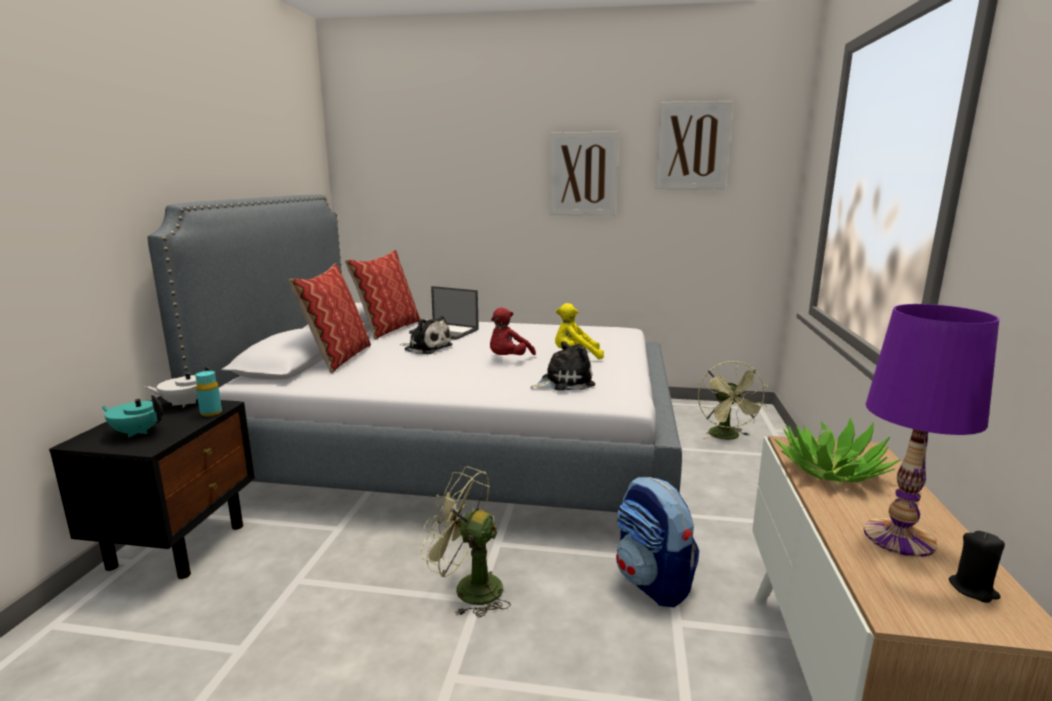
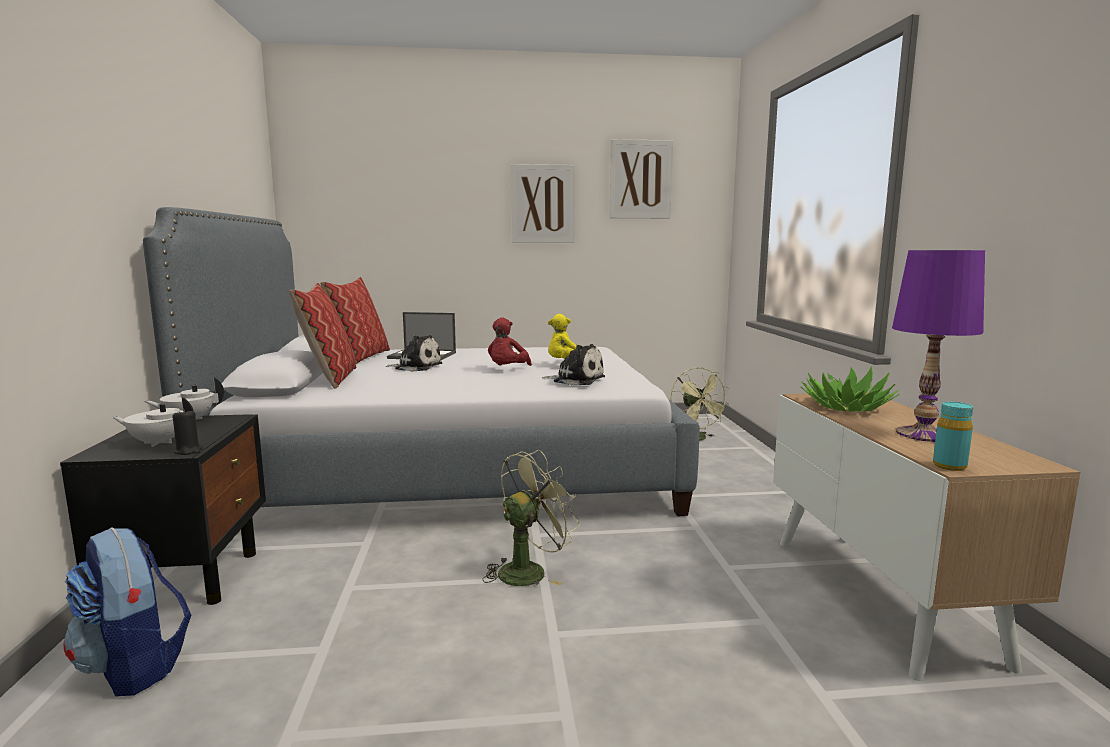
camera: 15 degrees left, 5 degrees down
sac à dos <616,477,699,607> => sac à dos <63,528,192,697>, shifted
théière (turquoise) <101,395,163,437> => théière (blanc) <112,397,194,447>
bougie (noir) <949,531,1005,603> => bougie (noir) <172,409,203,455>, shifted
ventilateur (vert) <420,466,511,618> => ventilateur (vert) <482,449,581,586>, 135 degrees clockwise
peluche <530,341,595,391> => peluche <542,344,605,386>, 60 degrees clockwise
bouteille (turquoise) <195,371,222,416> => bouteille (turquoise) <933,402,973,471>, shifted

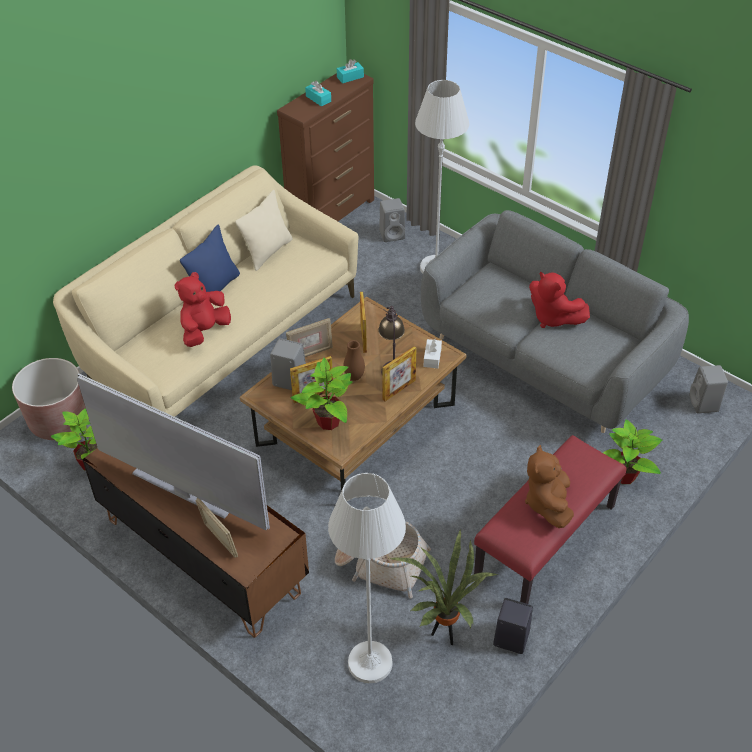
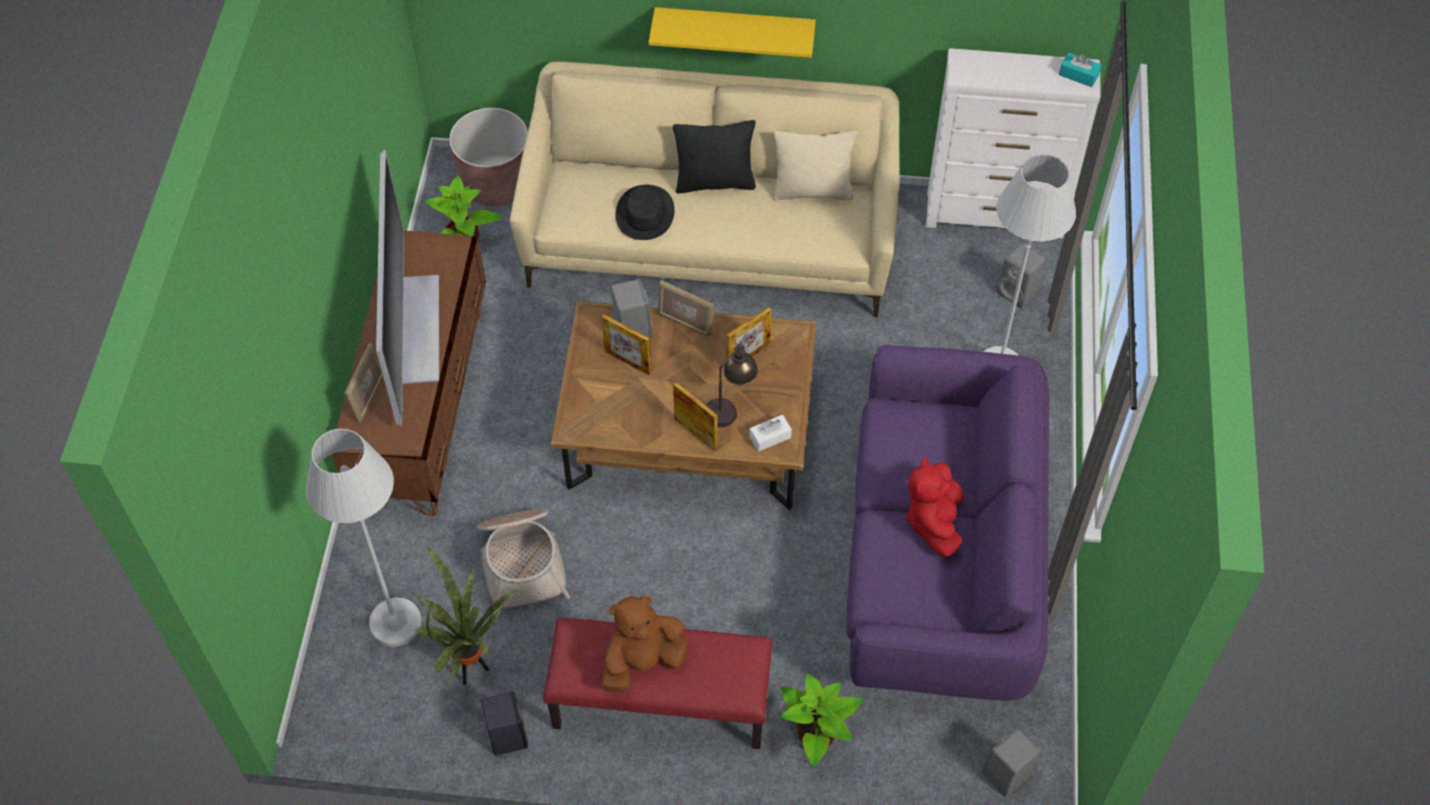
camera: 55 degrees right, 10 degrees up
peluche (rouge) <175,272,231,347> => chapeau (noir) <616,185,675,240>
nothing => étagère (jaune) <649,7,816,58>
coussin (bleu) <180,225,240,292> => coussin (noir) <673,120,756,194>
cadre photo <382,346,417,401> => cadre photo <673,383,718,451>, 150 degrees counterclockwise
canapé (gris) <421,210,689,433> => canapé (violet) <847,345,1049,701>
commode (marron) <277,73,374,221> => commode (blanc) <926,48,1101,238>
plante en pot <291,358,353,430> => nothing
boîte à mouchoirs (turquoise) <305,81,331,106> => nothing
vase (marron) <343,340,365,381> => nothing

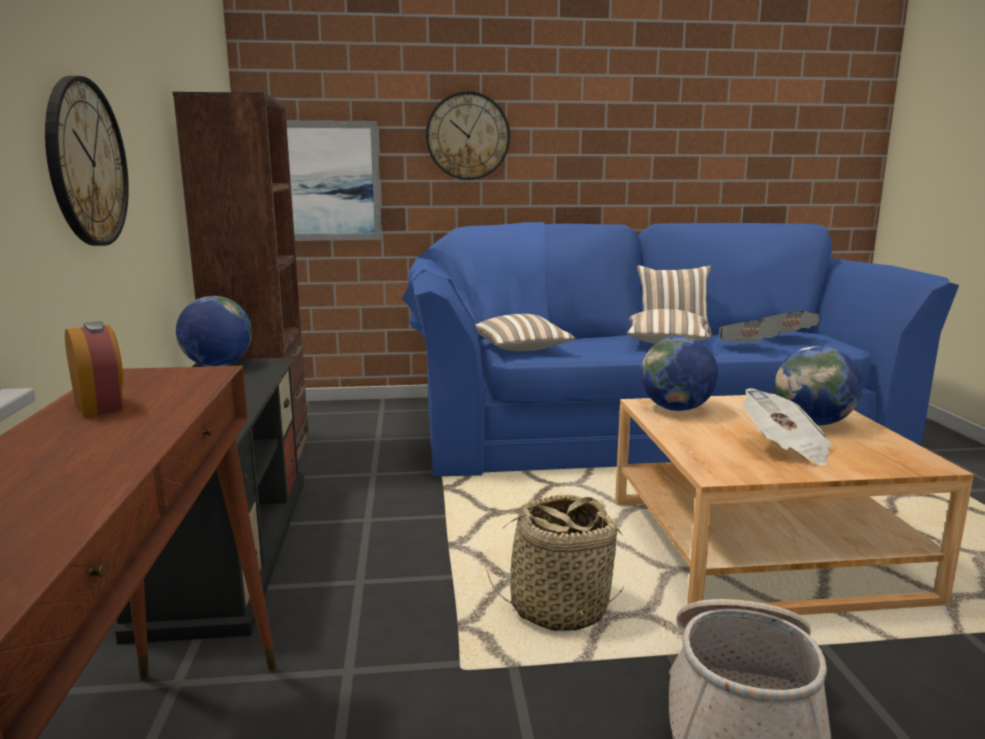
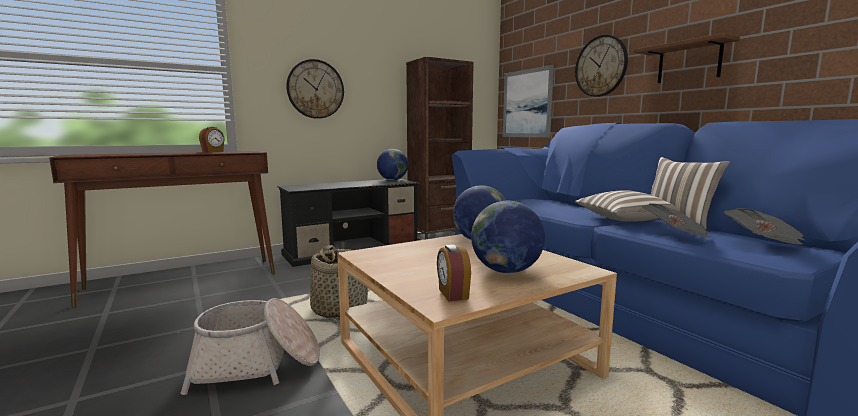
camera: 65 degrees right, 5 degrees down
nothing => réveil <437,244,471,301>
nothing => étagère (marron) <633,33,740,83>
coussin <475,314,575,351> => nothing
journal <743,388,833,466> => nothing

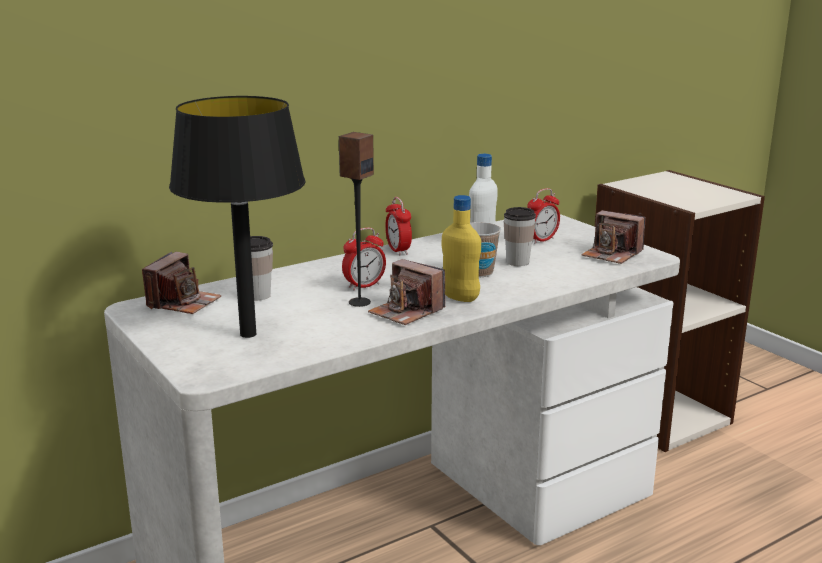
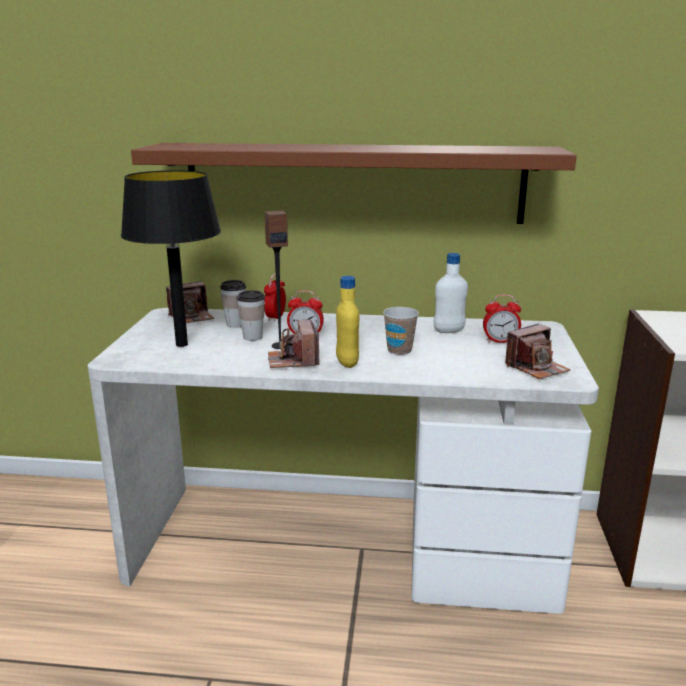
camera: 40 degrees right, 0 degrees up
nothing => étagère (marron) <131,143,577,224>
tasse <504,207,536,266> => tasse <237,291,265,341>, shifted
réveil <385,197,412,255> => réveil <264,274,286,322>, shifted
appareil photo <581,210,646,264> => appareil photo <505,323,571,379>, 105 degrees counterclockwise

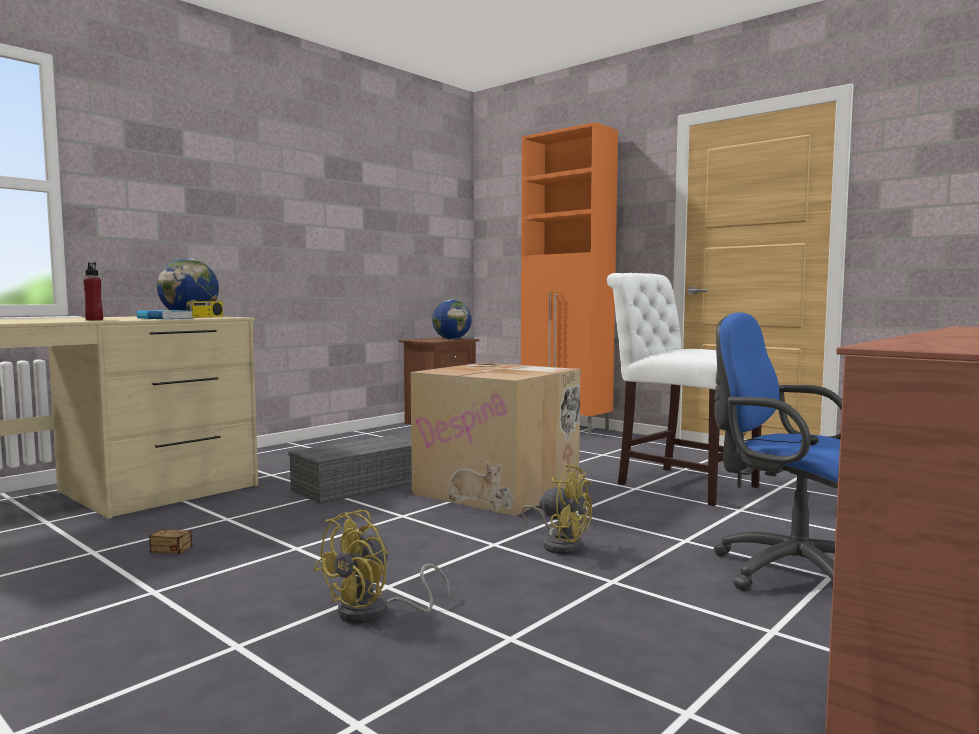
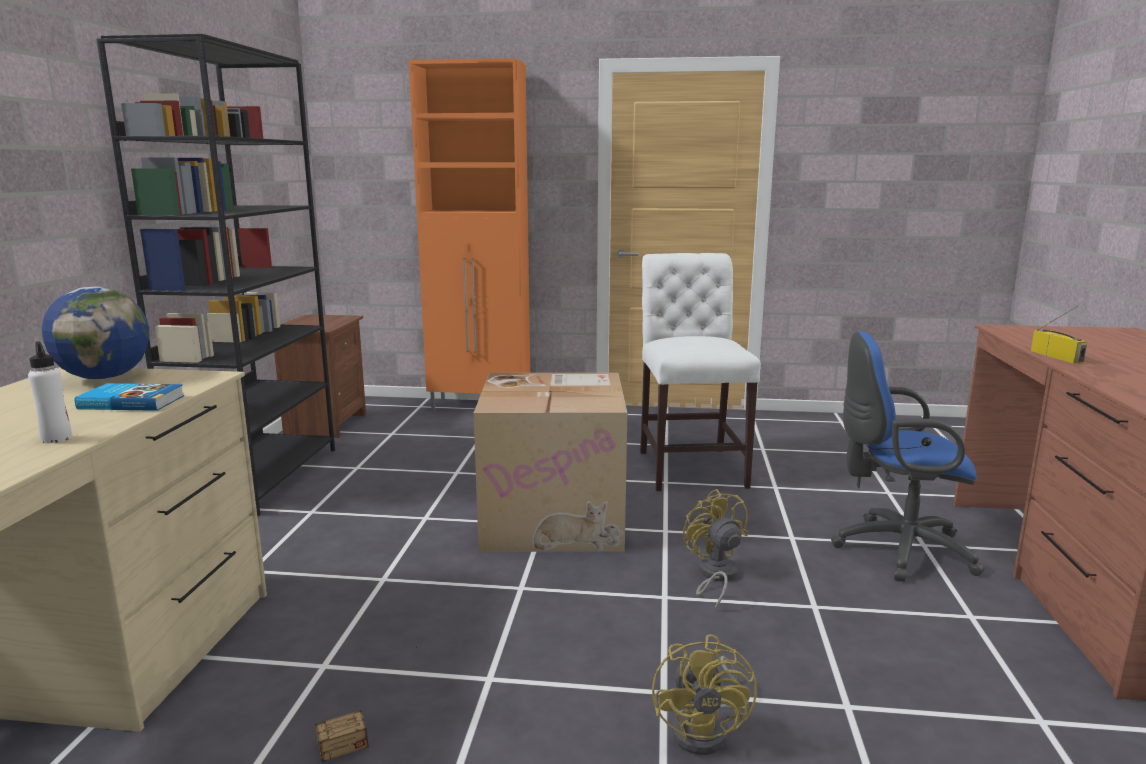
camera: 35 degrees left, 10 degrees up
bouteille (rouge) <83,262,103,321> => bouteille (blanc) <28,341,72,443>
nothing => bibliothèque (noir) <96,34,335,517>
chaise (blanc) <607,273,761,506> => chaise (blanc) <640,253,761,491>, 75 degrees clockwise
ventilateur (jaune) <521,464,592,554> => ventilateur (jaune) <683,489,748,610>, 105 degrees counterclockwise
radio <186,277,223,318> => radio <1031,306,1087,364>, shifted
boîte de rangement (gris) <289,436,412,504> => nothing
globe <432,300,472,339> => nothing

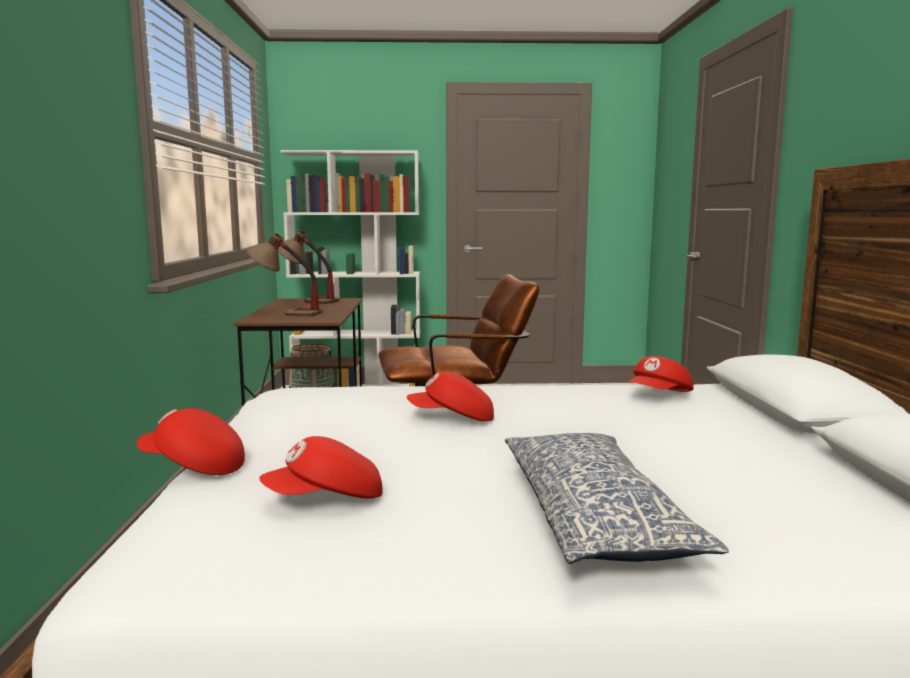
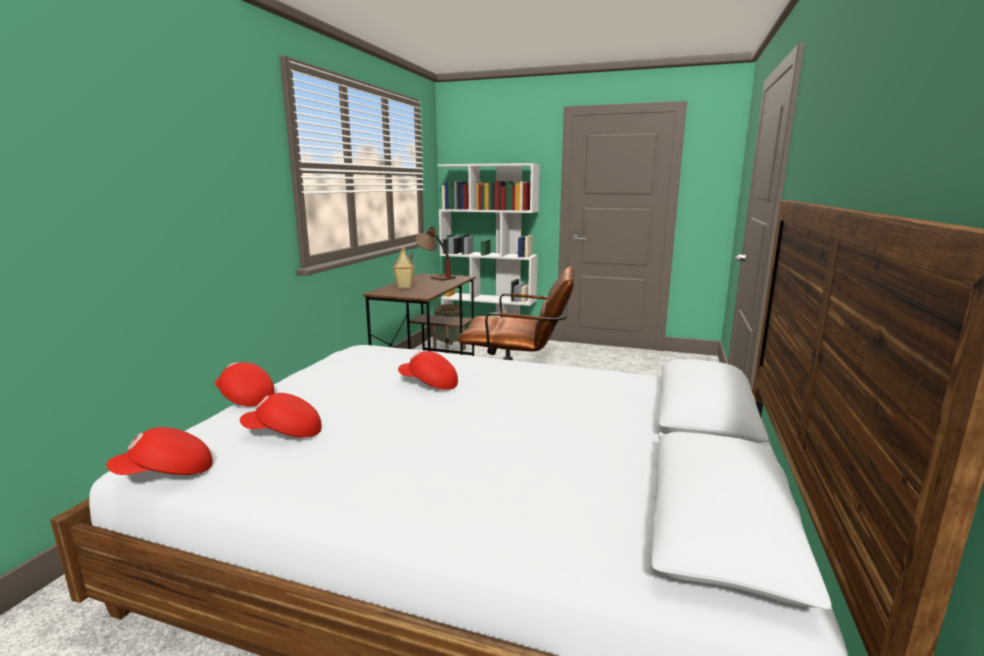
camera: 20 degrees right, 5 degrees up
casquette (rouge) <628,356,694,392> => casquette (rouge) <106,427,213,475>, shifted
lampe de table <246,233,323,316> => maison miniature <391,246,416,289>
coussin <505,433,729,564> => nothing

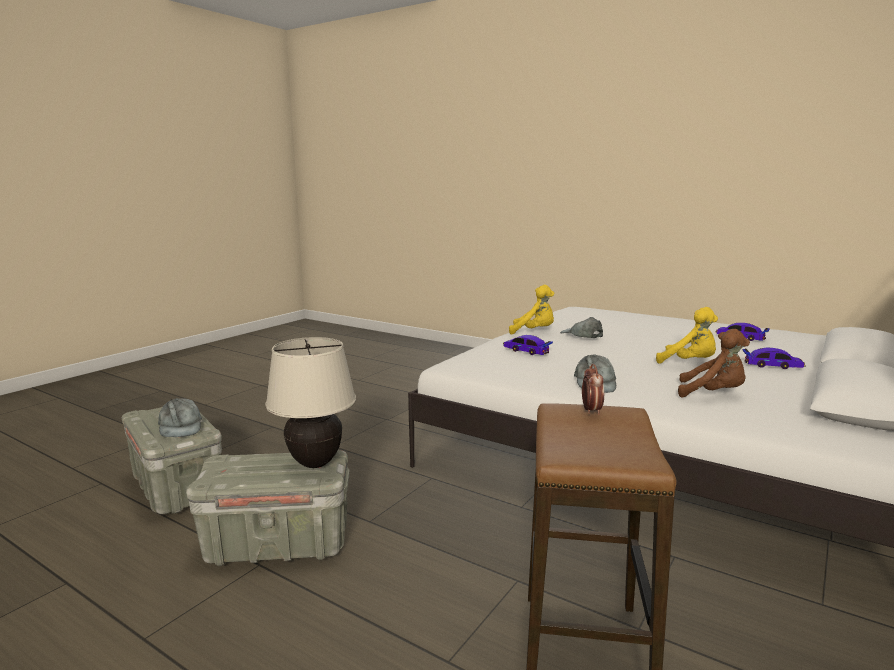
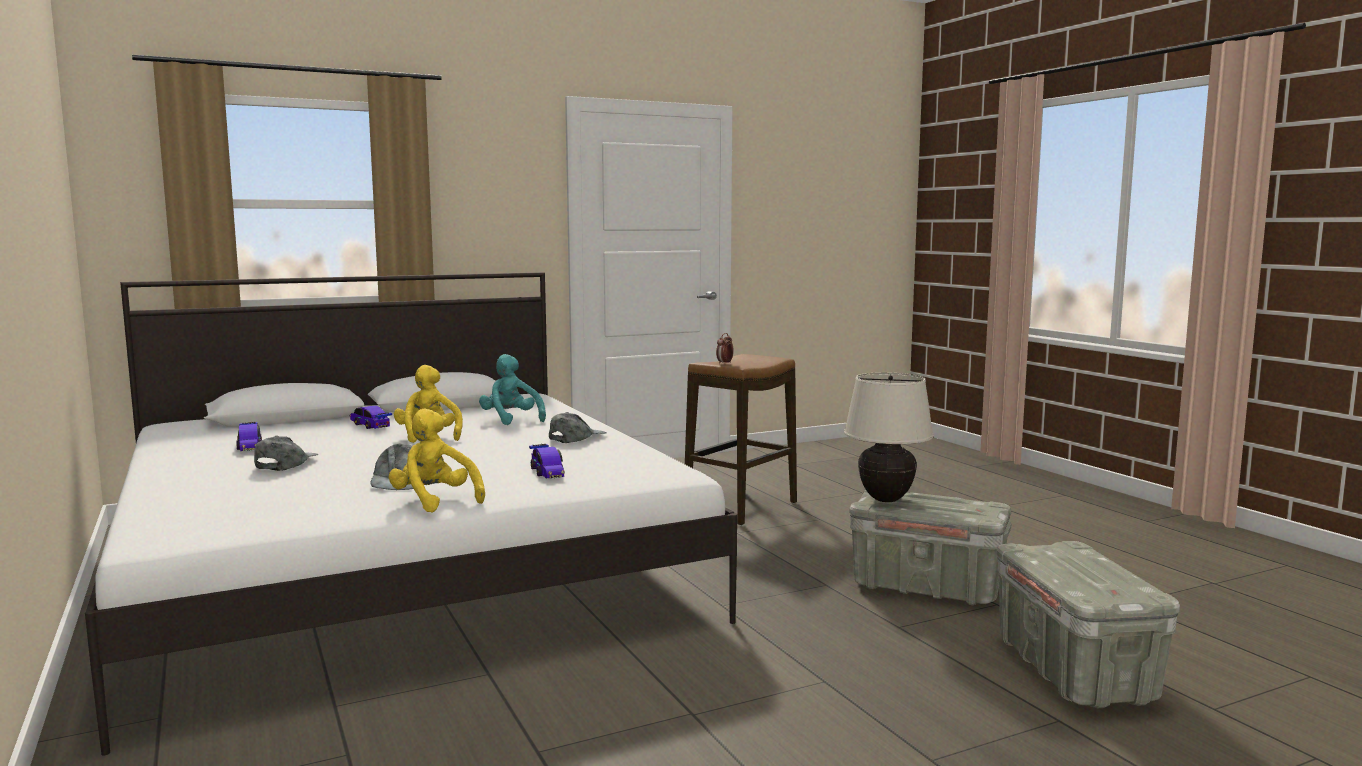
camera: 150 degrees left, 5 degrees down
casquette (gris) <158,398,202,437> => casquette (gris) <254,436,318,471>, shifted
peluche (marron) <678,329,750,397> => peluche (turquoise) <479,354,546,425>

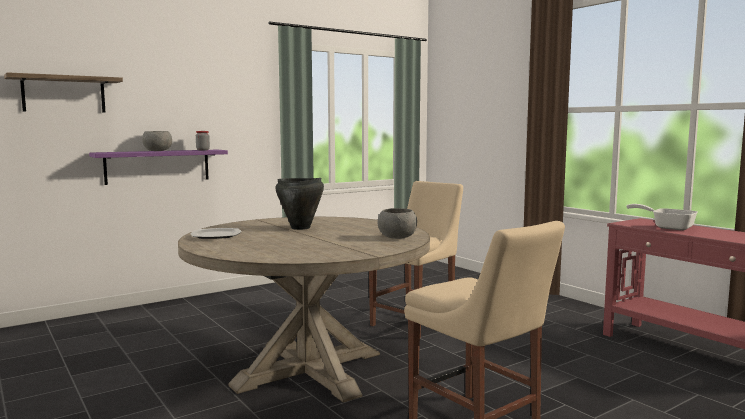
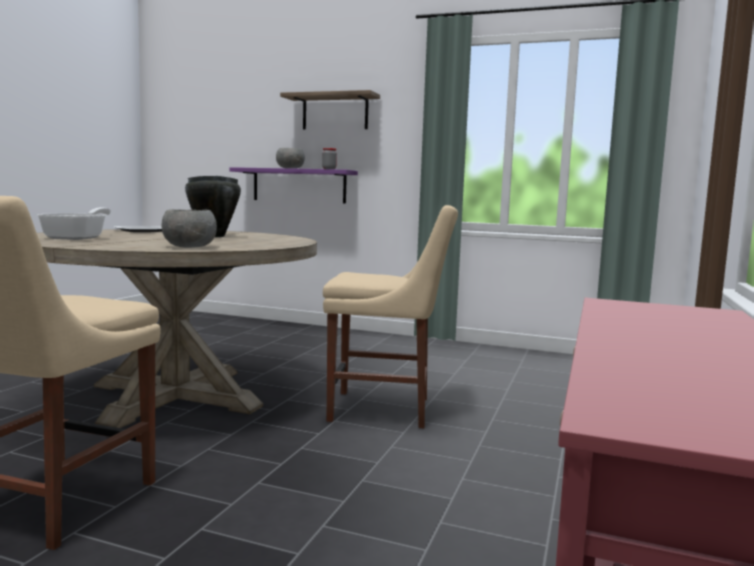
camera: 55 degrees right, 0 degrees up
poêle <626,204,698,230> => poêle <37,208,111,240>, shifted
étagère <4,72,123,112> => étagère <280,90,380,130>, shifted

